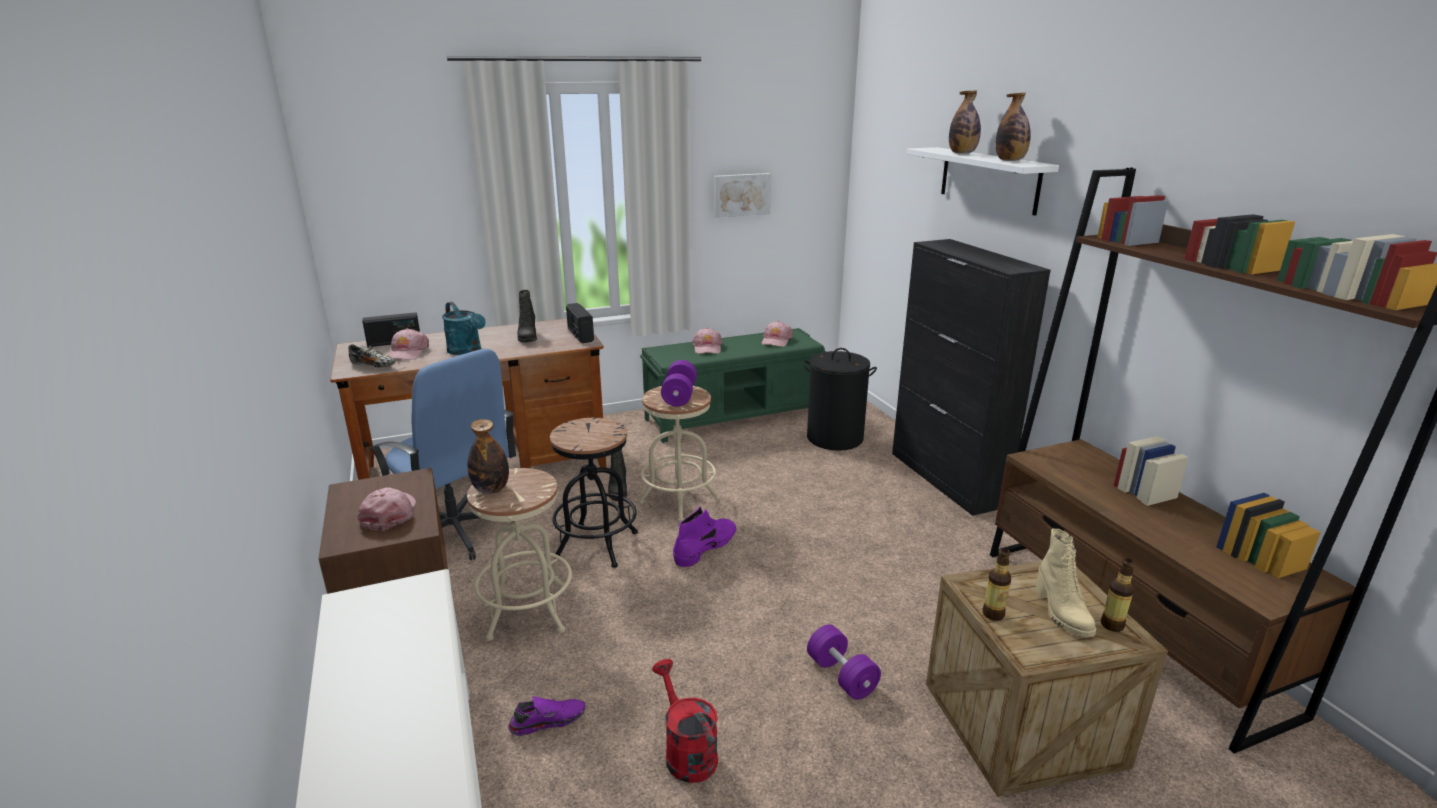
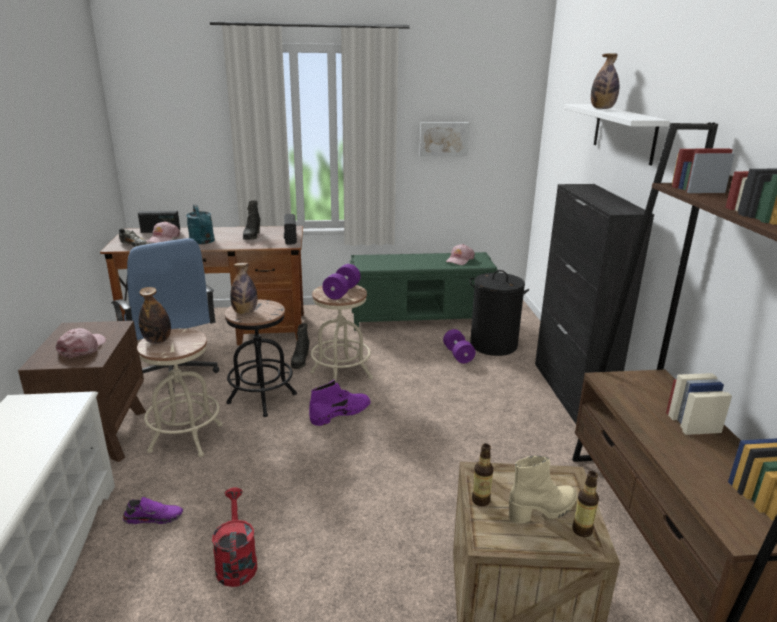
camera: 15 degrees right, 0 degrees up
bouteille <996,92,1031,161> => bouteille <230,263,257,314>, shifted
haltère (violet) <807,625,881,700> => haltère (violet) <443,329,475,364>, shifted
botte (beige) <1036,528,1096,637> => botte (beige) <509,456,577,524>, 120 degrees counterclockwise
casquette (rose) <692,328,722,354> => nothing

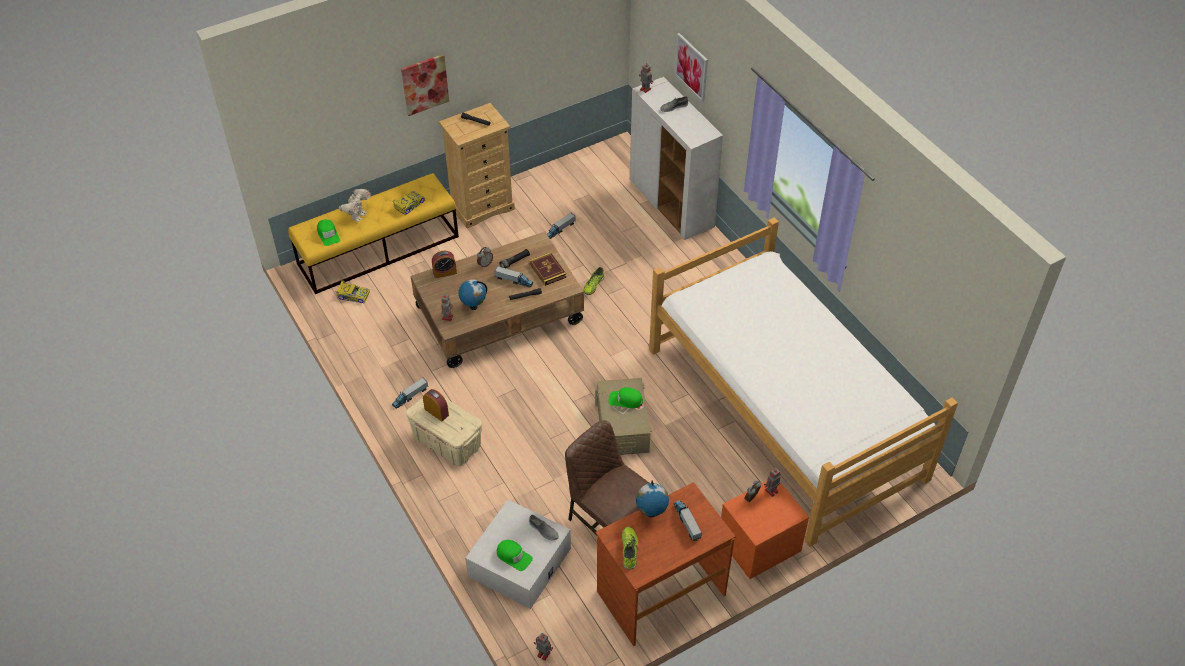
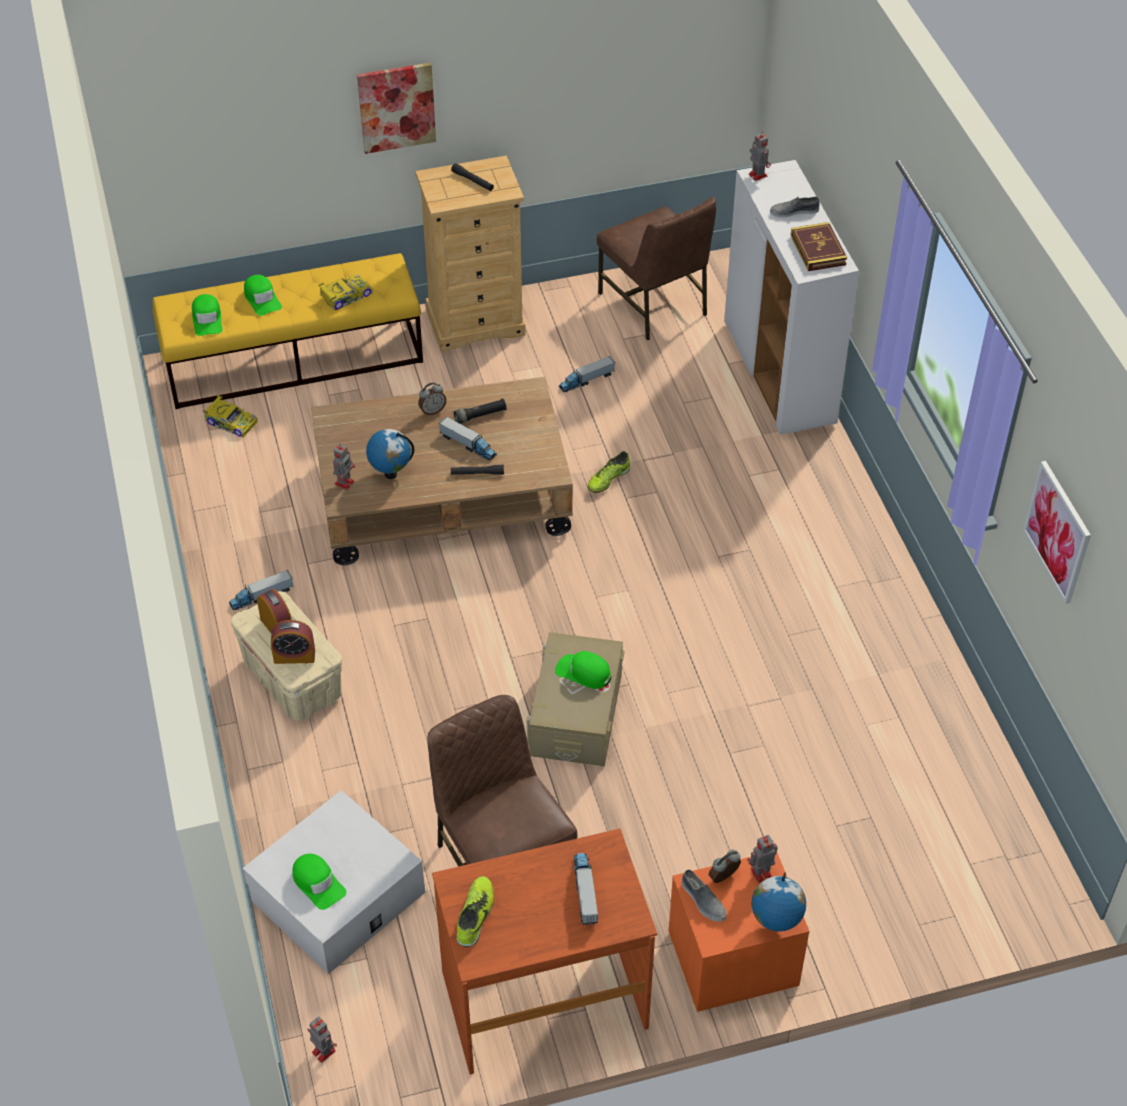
camera: 15 degrees right, 0 degrees up
robot jouet <339,189,371,222> => casquette (vert) <244,275,282,316>
réveil <432,251,457,278> => réveil <271,620,315,664>, shifted
nothing => chaise (marron) <597,197,716,340>
chaussure (gris) <529,515,559,540> => chaussure (gris) <682,869,726,922>, shifted
globe <636,481,669,517> => globe <752,873,806,931>, shifted
livre <529,252,566,286> => livre <790,222,847,271>, shifted
tableau <675,33,708,102> => tableau <1023,461,1091,604>, shifted
lit <649,217,958,547> => nothing

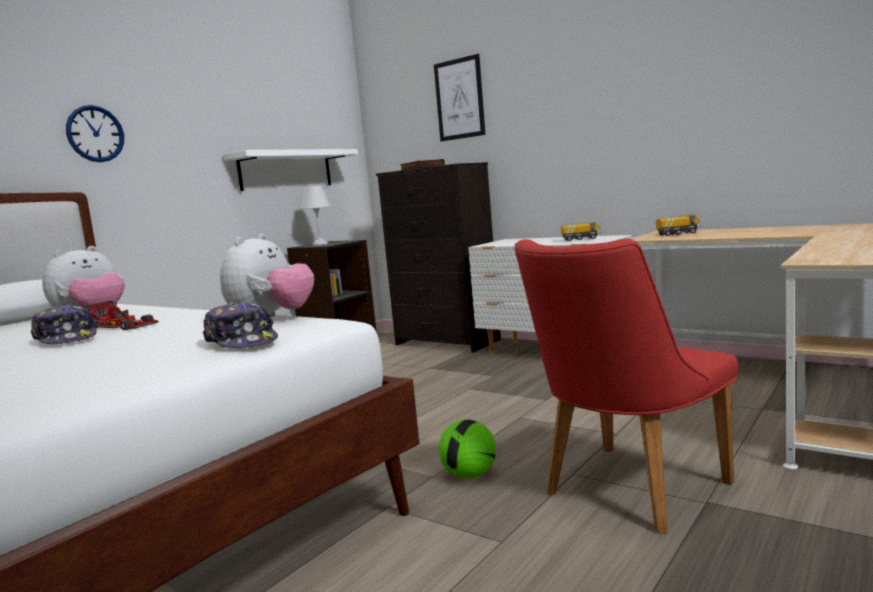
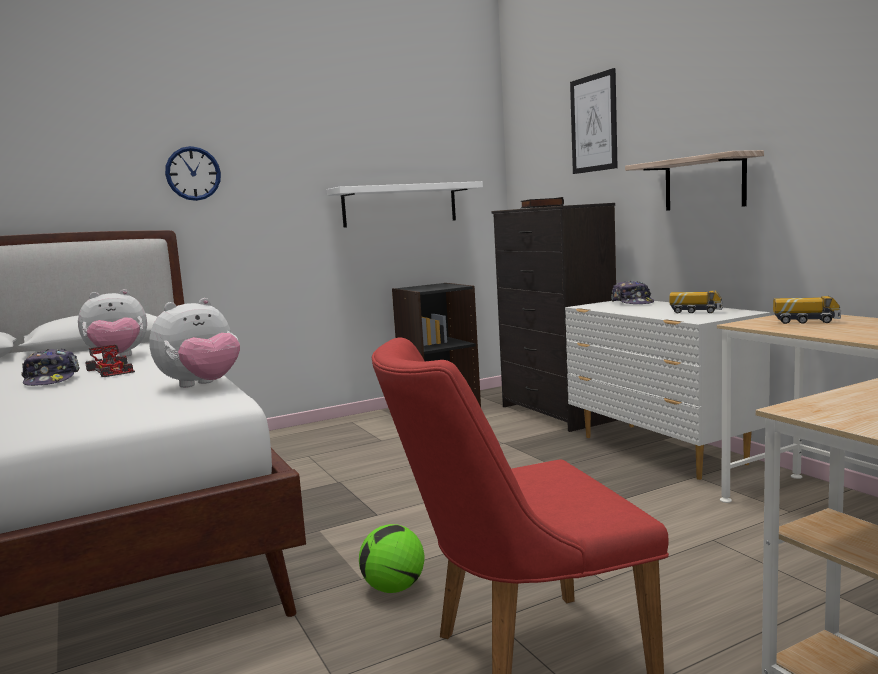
camera: 25 degrees right, 0 degrees up
casquette <203,302,278,348> => casquette <611,280,654,304>, shifted
nothing => étagère <625,150,764,211>
lampe de table (blanc) <301,186,331,246> => nothing

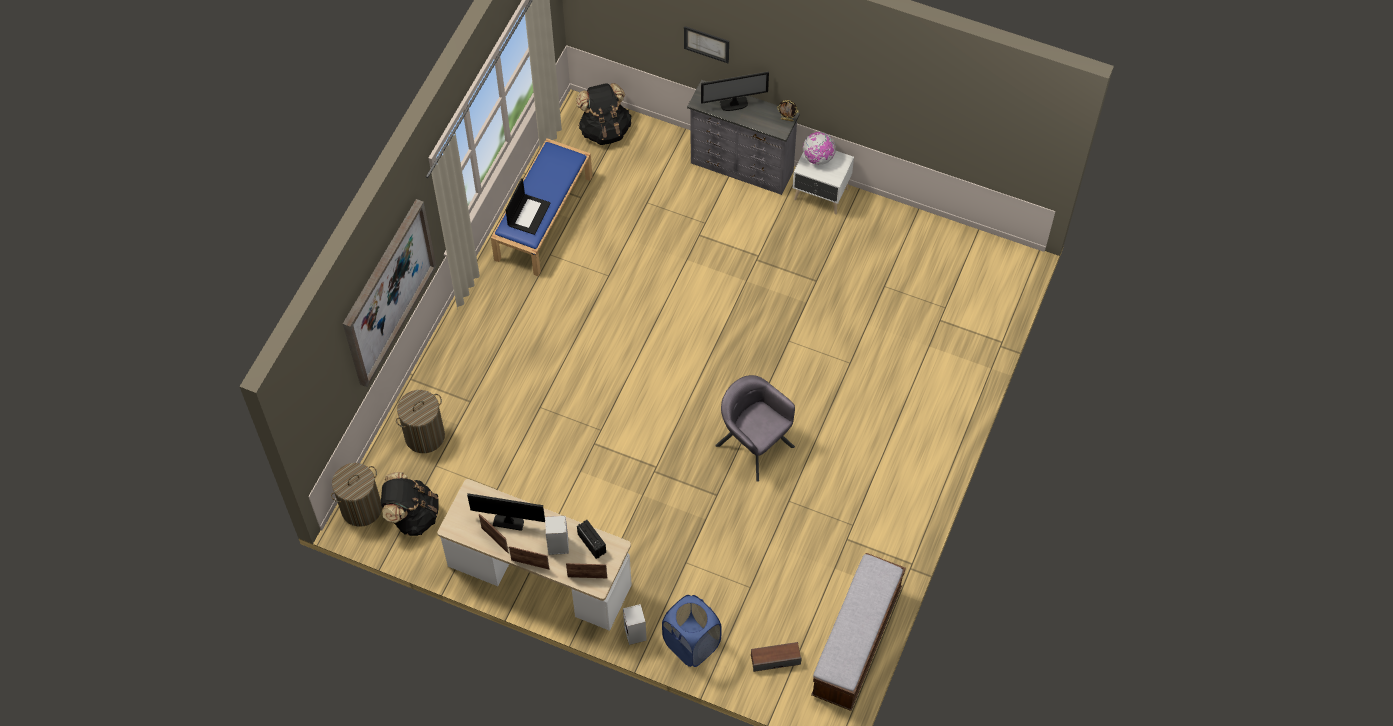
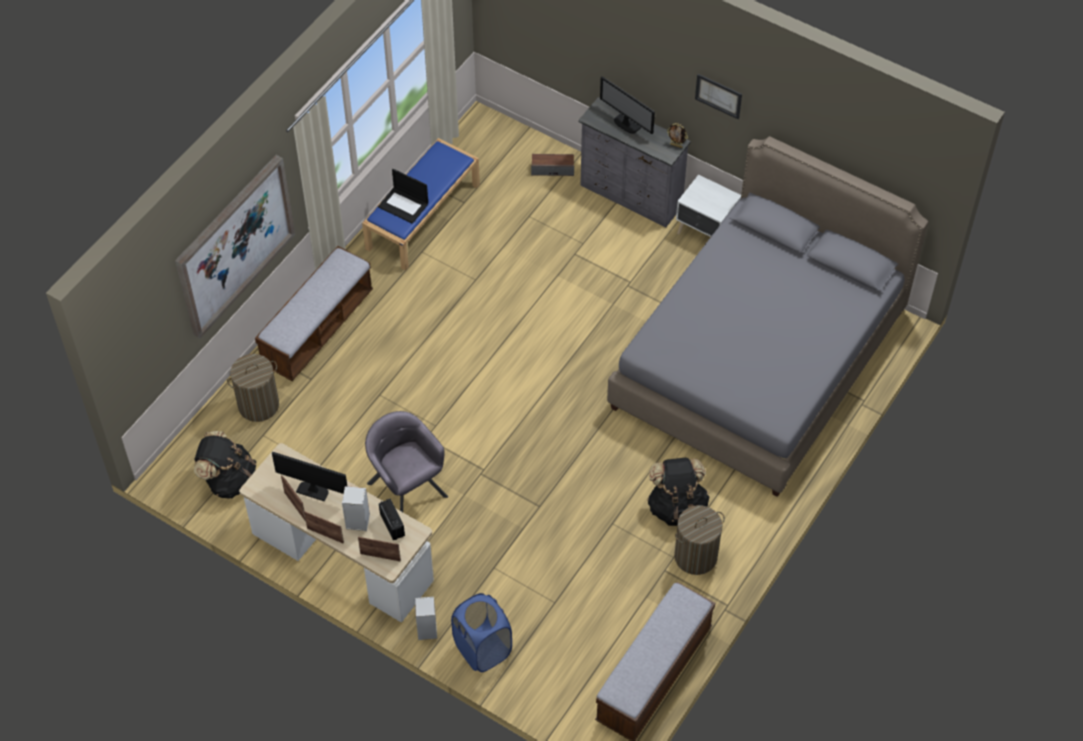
camera: 10 degrees right, 5 degrees down
nothing => banc <255,246,373,381>
fauteuil (gris) <715,375,795,482> => fauteuil (gris) <365,411,448,512>, shifted
ordinateur portable <505,178,551,235> => ordinateur portable <378,169,428,224>, 90 degrees clockwise
enceinte <751,642,802,672> => enceinte <531,154,574,176>, shifted
écran d'ordinateur <701,71,769,111> => écran d'ordinateur <600,76,655,134>, 45 degrees clockwise
nothing => lit (gris) <607,136,928,497>
sac à dos (noir) <576,83,631,145> => sac à dos (noir) <647,458,710,526>, shifted
panier à linge <331,463,382,527> => panier à linge <674,505,725,575>, shifted
tableau <684,26,729,63> => tableau <695,74,742,119>, shifted
globe <803,132,836,165> => nothing

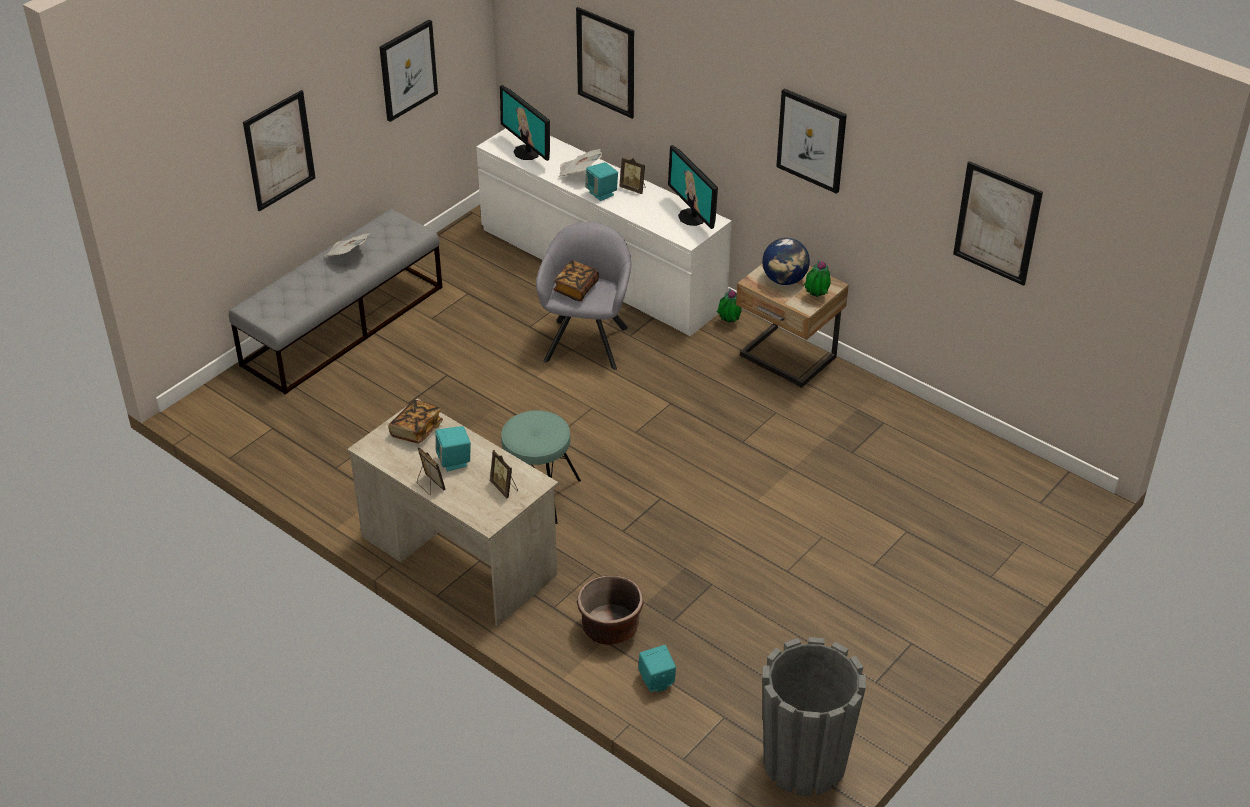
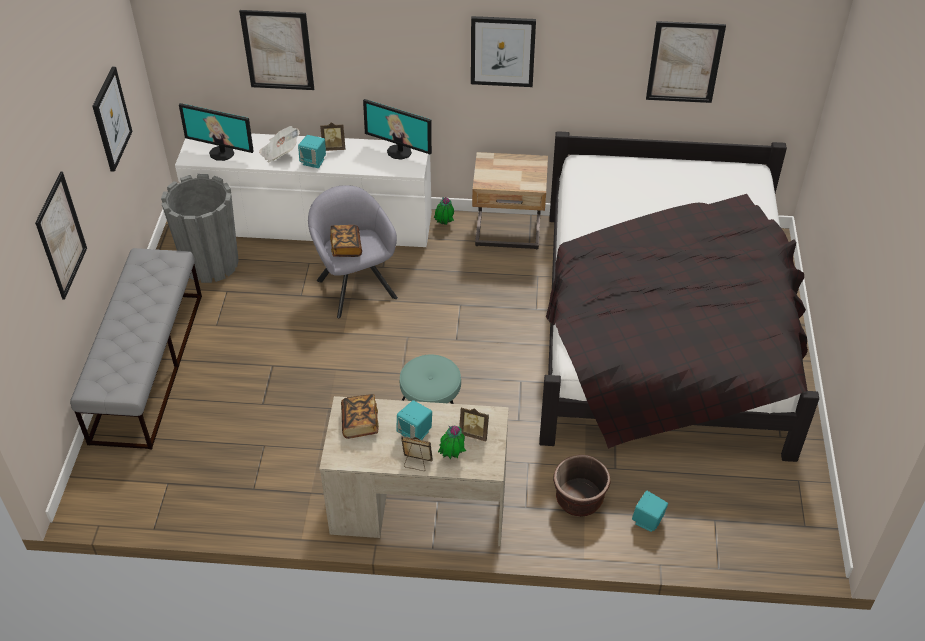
camera: 35 degrees left, 5 degrees up
cache-pot (gris) <762,637,866,796> => cache-pot (gris) <161,174,239,283>, shifted
plante en pot <803,260,831,297> => plante en pot <438,425,466,460>, shifted
nothing => lit (noir) <539,131,819,462>
journal <325,234,369,256> => nothing
globe <762,238,810,285> => nothing

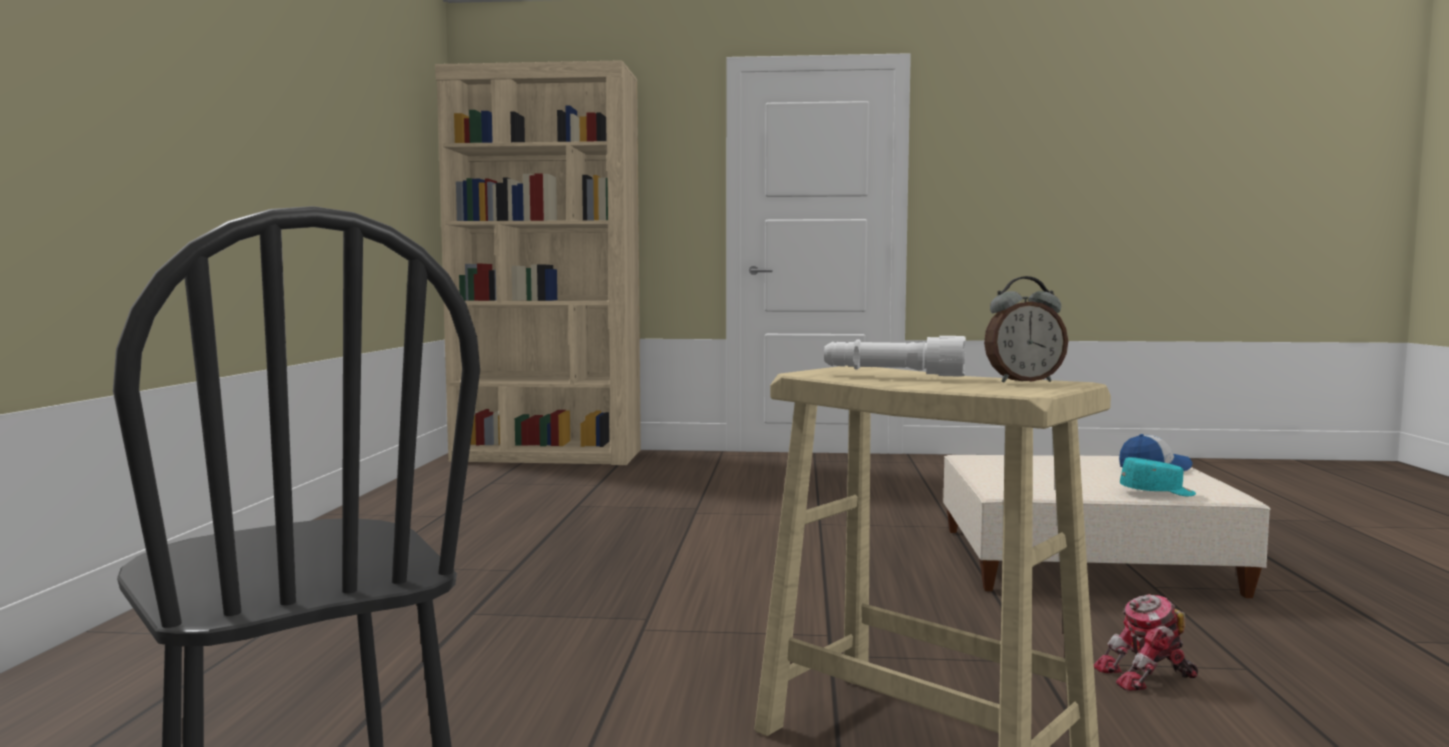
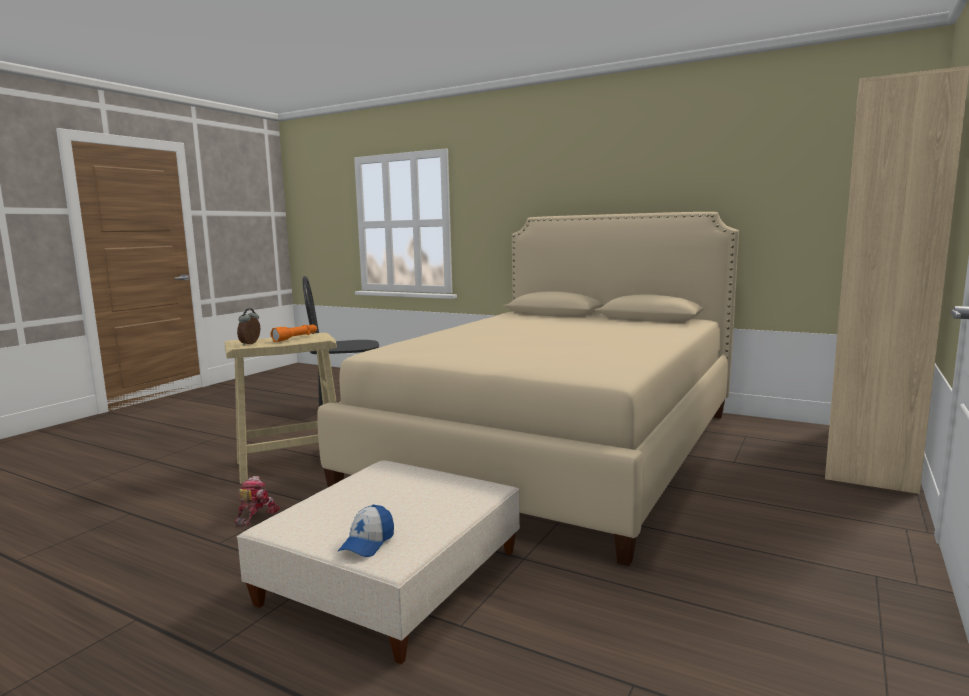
camera: 115 degrees right, 5 degrees up
lampe de poche (blanc) <824,336,966,377> => lampe de poche (orange) <270,324,317,342>
nothing => lit (beige) <317,212,739,566>
casquette (turquoise) <1120,457,1196,496> => nothing

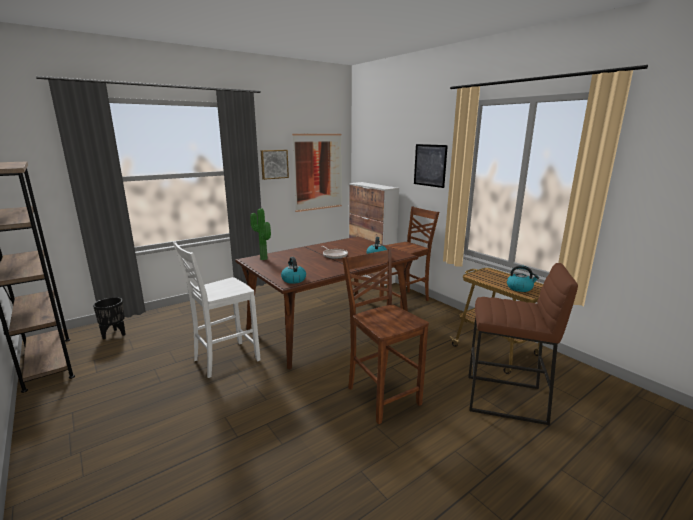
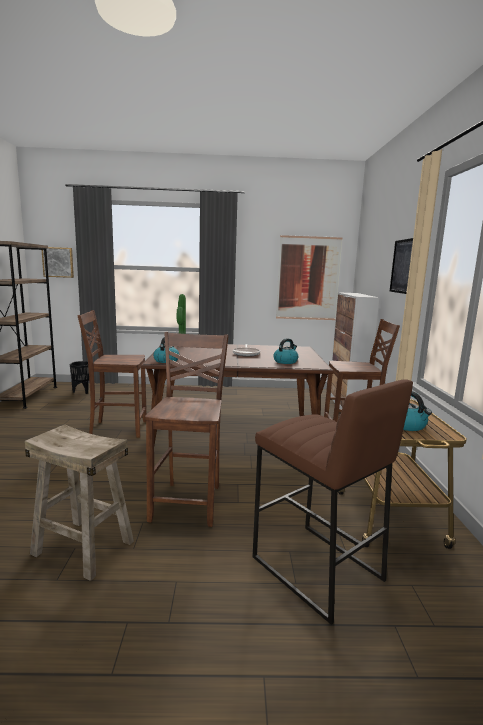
camera: 35 degrees right, 5 degrees down
nothing => tabouret (beige) <25,424,134,581>
tableau <261,150,289,180> => tableau <42,247,74,278>, shifted
chaise (blanc) <173,241,261,378> => chaise (marron) <77,310,147,438>

